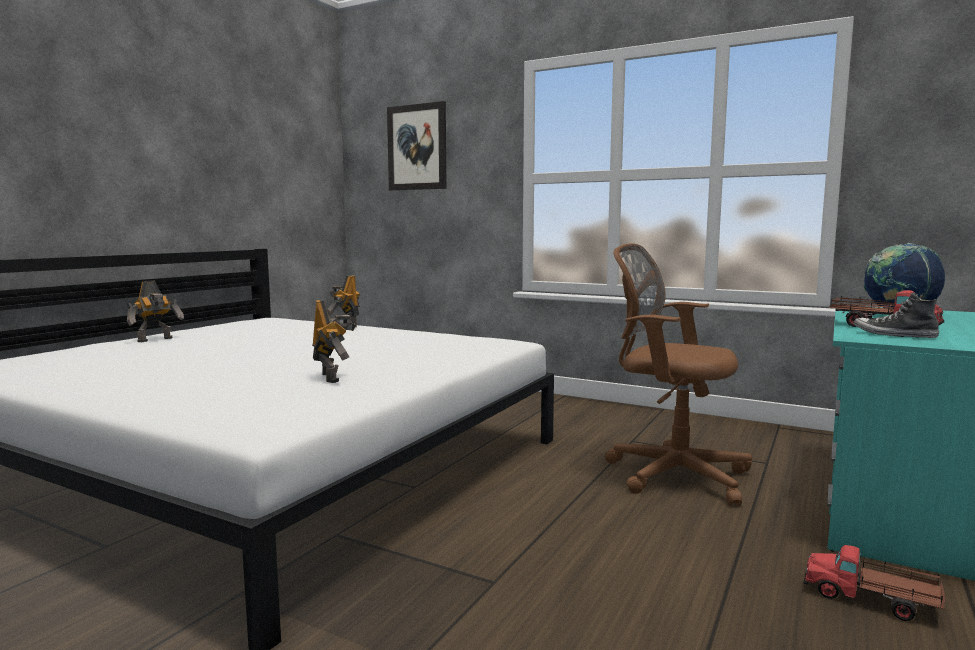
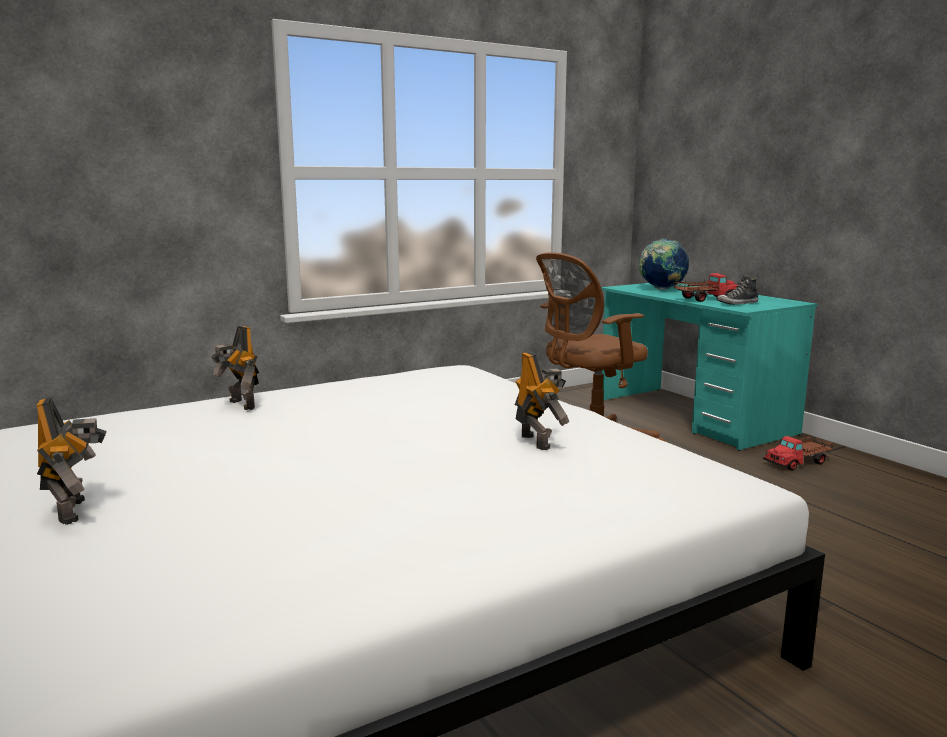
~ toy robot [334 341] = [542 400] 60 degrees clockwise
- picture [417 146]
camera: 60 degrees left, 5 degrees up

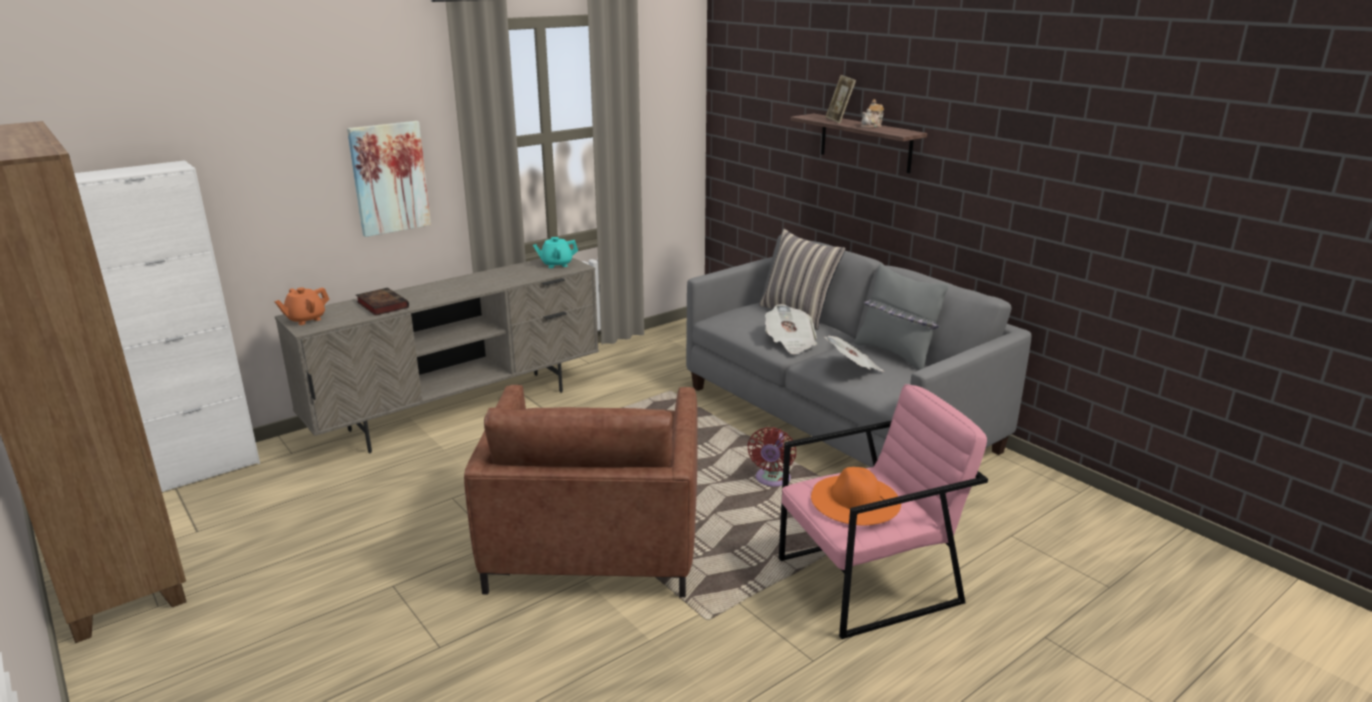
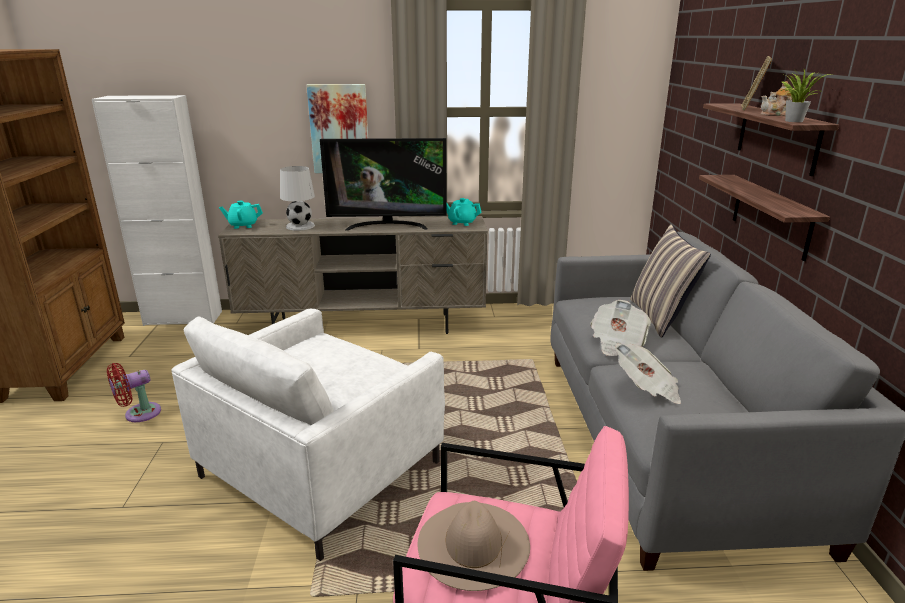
~ orange teapot [301 306] to turquoise teapot [241 215]
~ book [382 302] to white table lamp [297 198]
~ brown armchair [581 491] to white armchair [308 435]
~ red fan [772 456] to [134 392]
~ orange hat [856 496] to beige hat [474 546]
- grey pillow [901 316]
+ television [383 184]
+ shelf [764 218]
+ potted plant [805 95]
camera: 35 degrees right, 0 degrees up

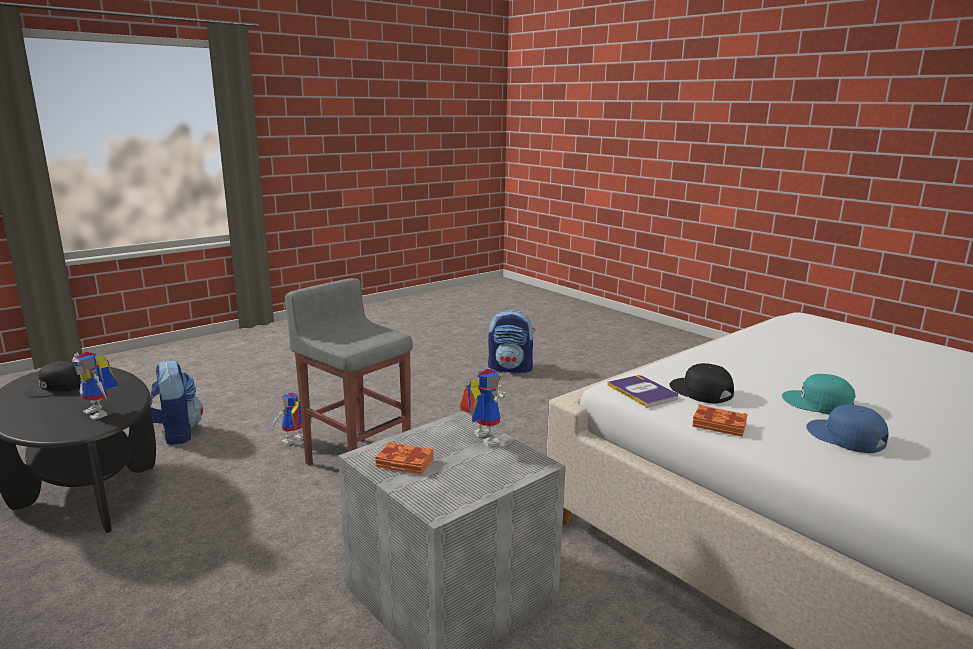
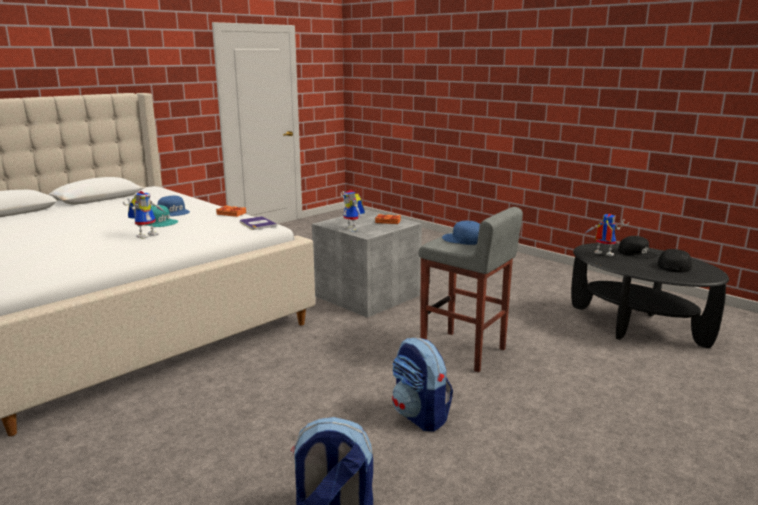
~ backpack [176 402] to [422 384]
~ toy robot [290 418] to [144 215]
~ black cap [701 383] to [638 247]
+ blue cap [461 233]
camera: 175 degrees right, 0 degrees up

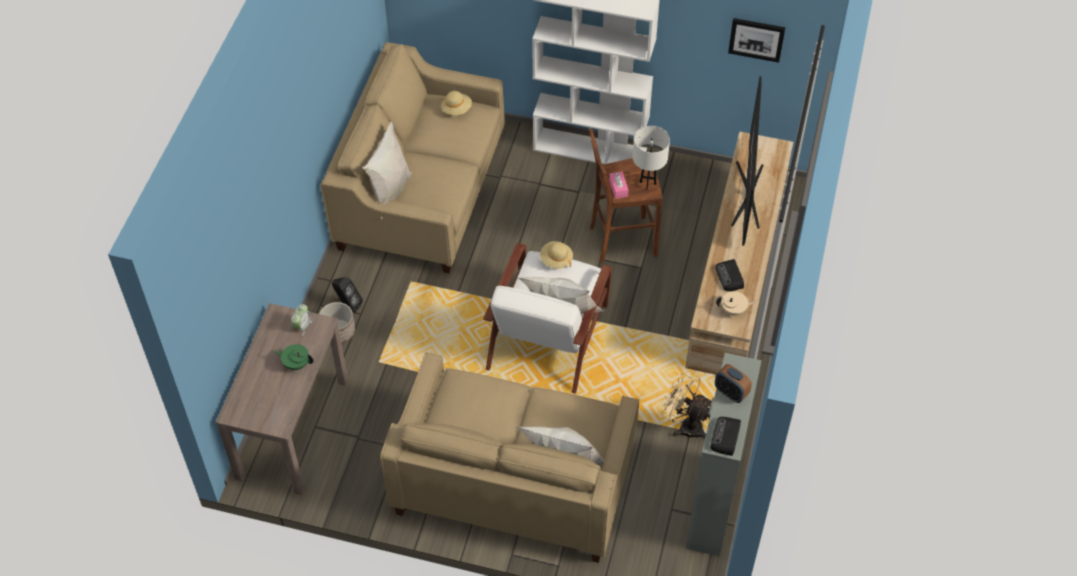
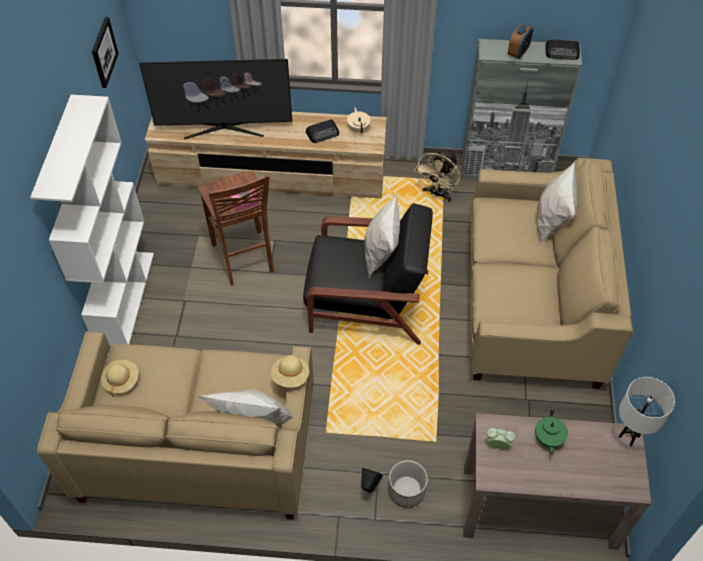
~ white armchair [547 318] to black armchair [368 274]
~ beige hat [556 255] to [290 371]
~ white table lamp [651 158] to [646 411]
camera: 100 degrees left, 0 degrees up

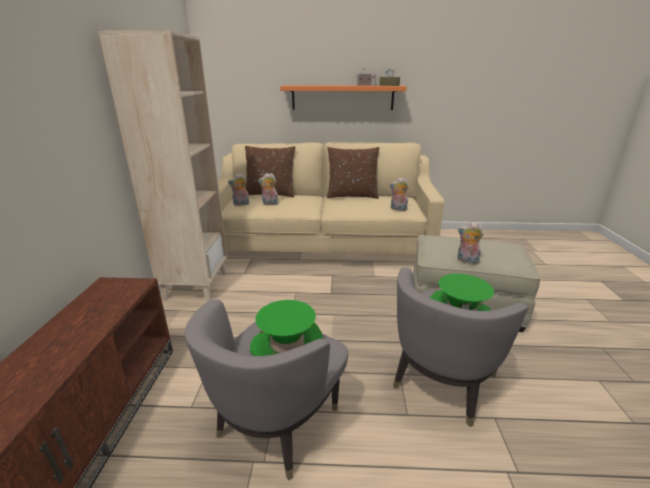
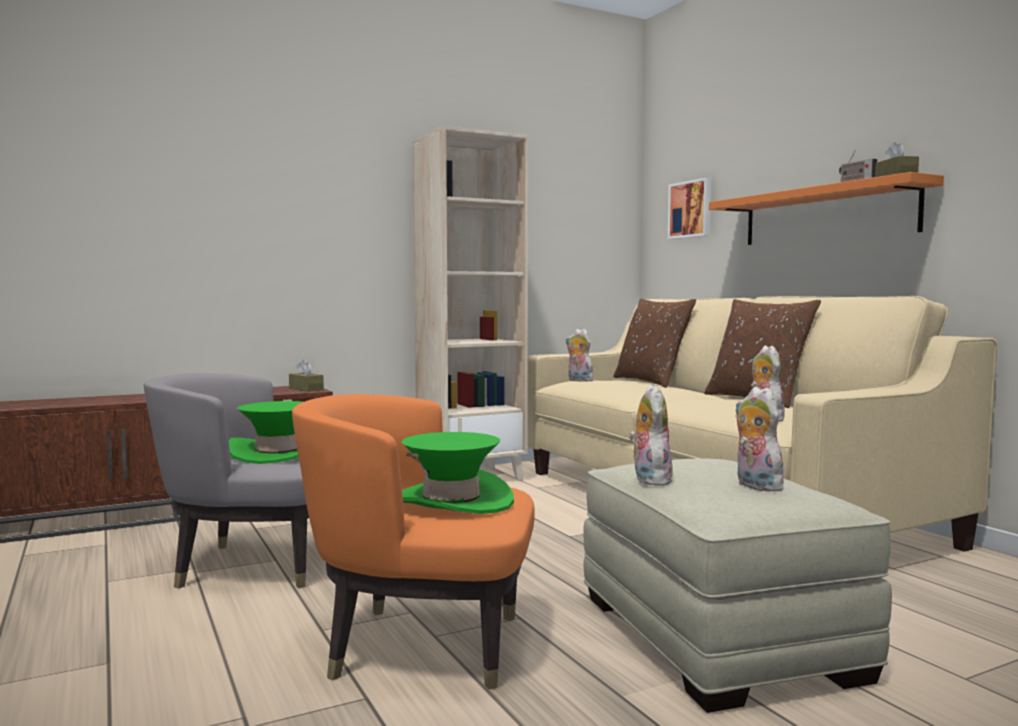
~ plush toy [268 189] to [760 439]
~ grey armchair [460 347] to orange armchair [413 542]
+ brown tissue box [306 376]
+ picture [689 208]
camera: 60 degrees right, 20 degrees down

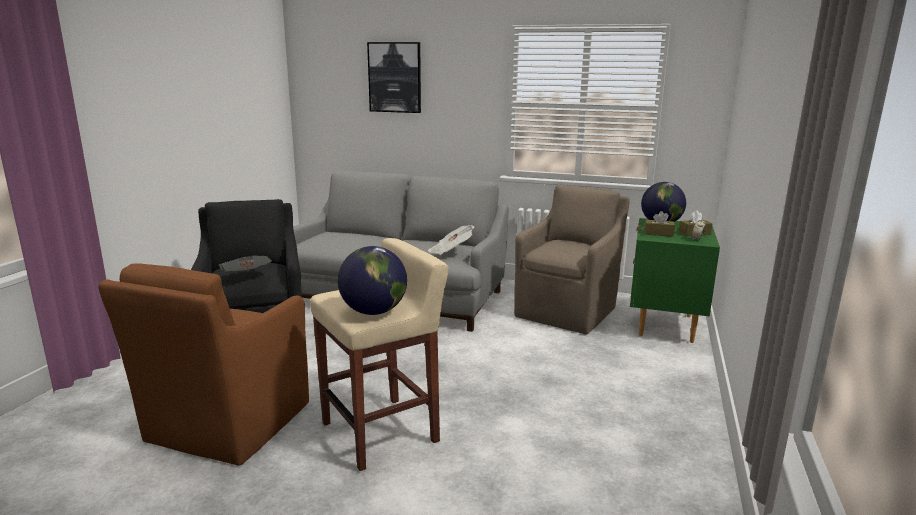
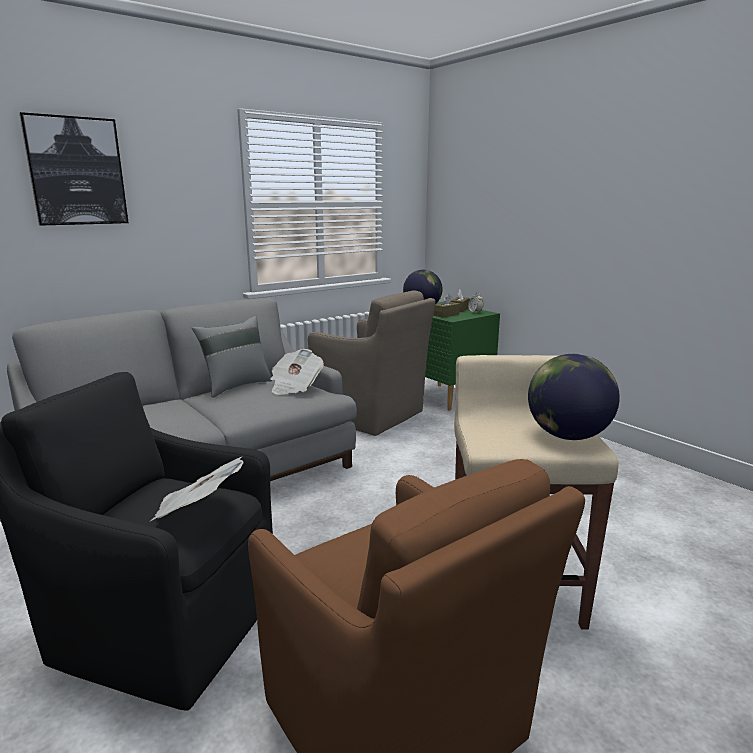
~ brown armchair [572 259] = [371 363] 150 degrees clockwise
+ grey pillow [232 357]
camera: 55 degrees left, 0 degrees up

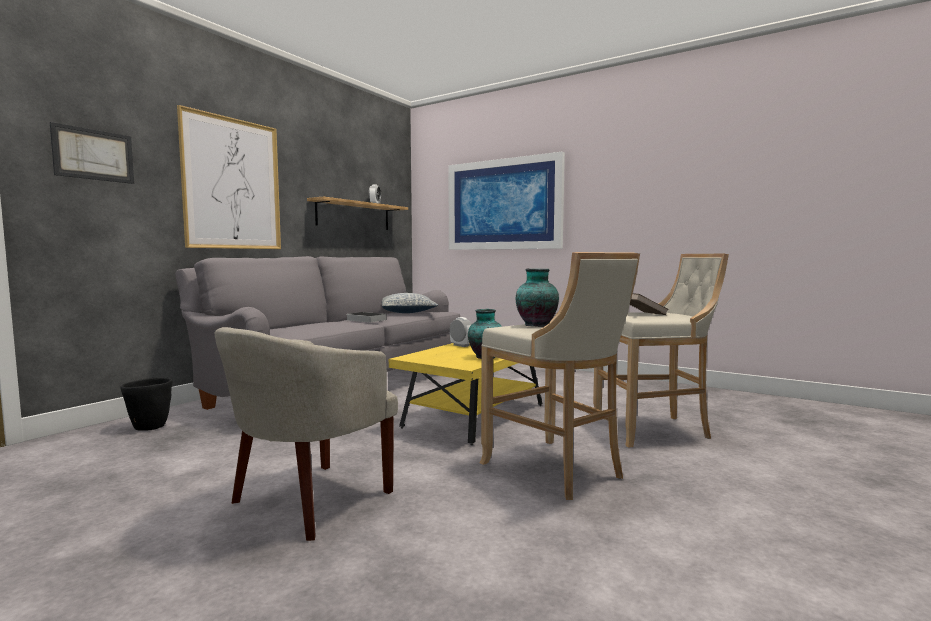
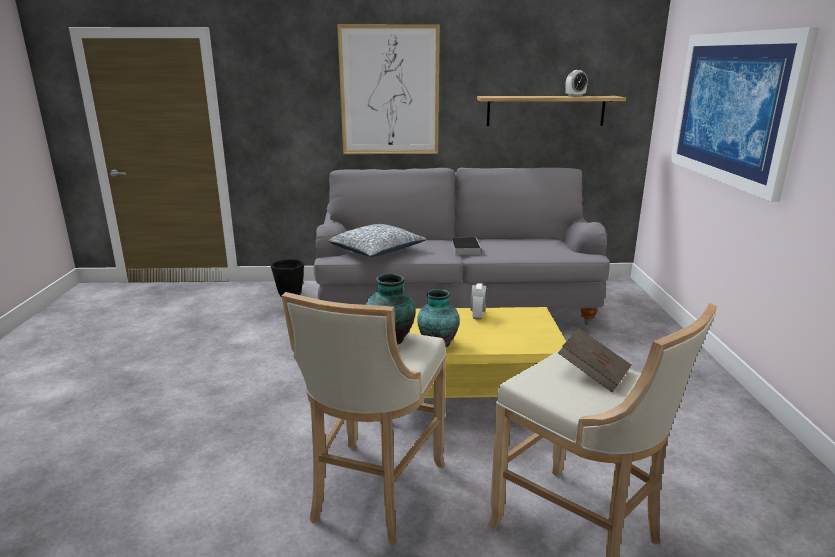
- picture [92 153]
- beige armchair [306 434]
~ pillow [410 303] to [377 240]
camera: 55 degrees right, 15 degrees up

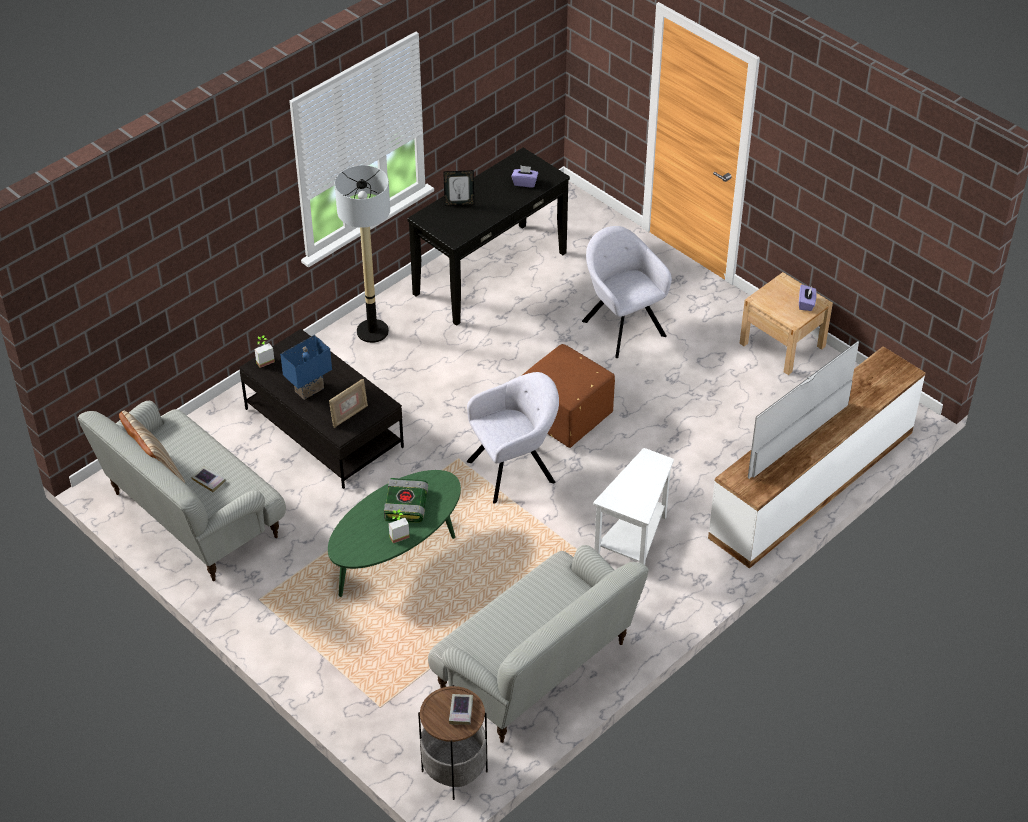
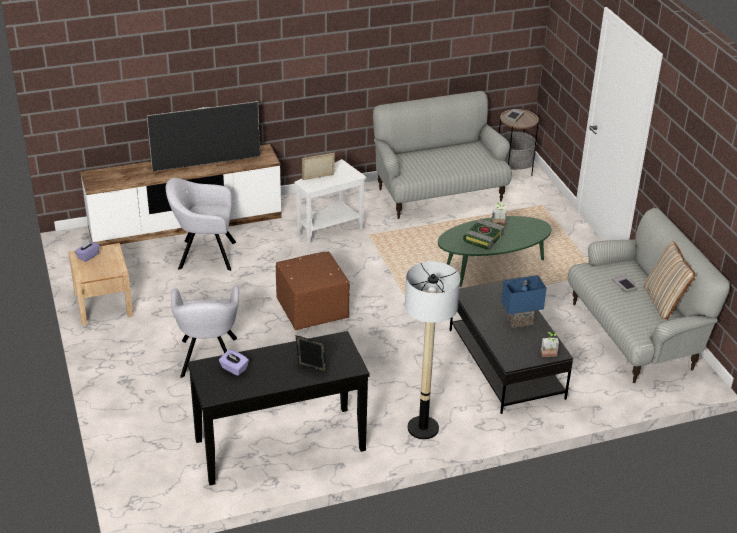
~ picture frame [348 403] to [318 166]
~ grey armchair [513 438] to [201 224]
camera: 155 degrees left, 10 degrees down

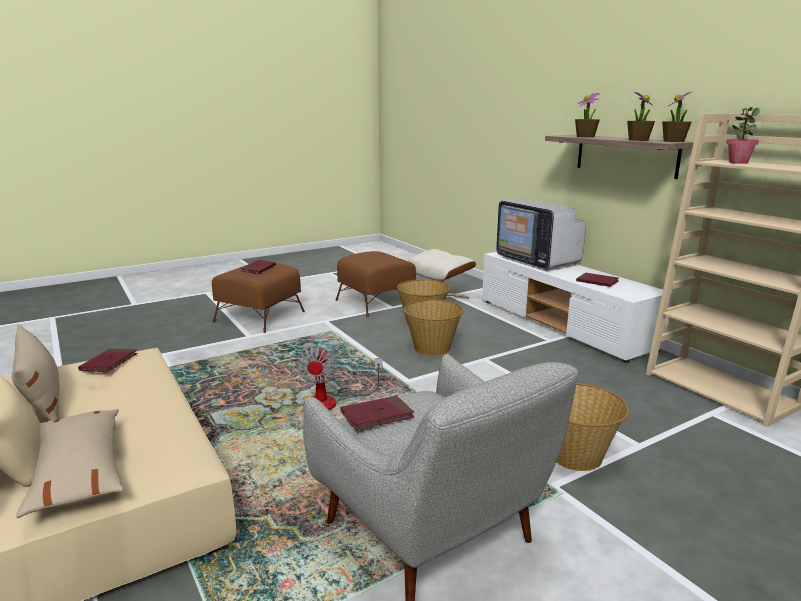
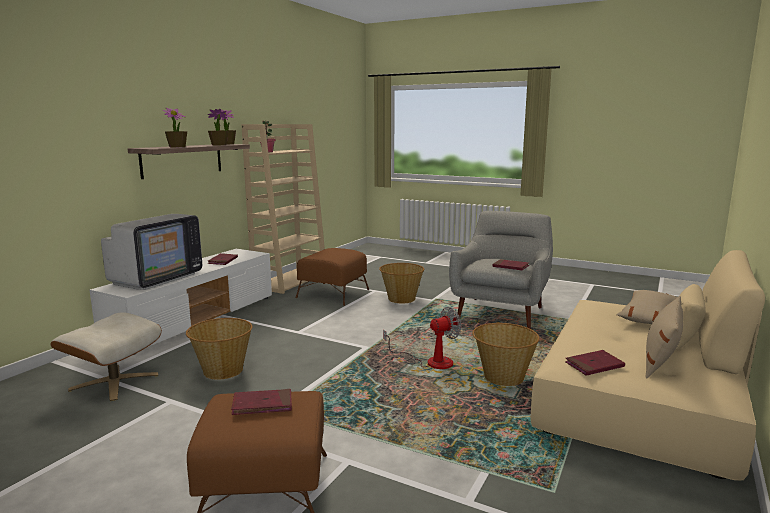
~ brown ottoman [376 284] to [332 277]
~ basket [434 327] to [506 354]
camera: 120 degrees left, 5 degrees down

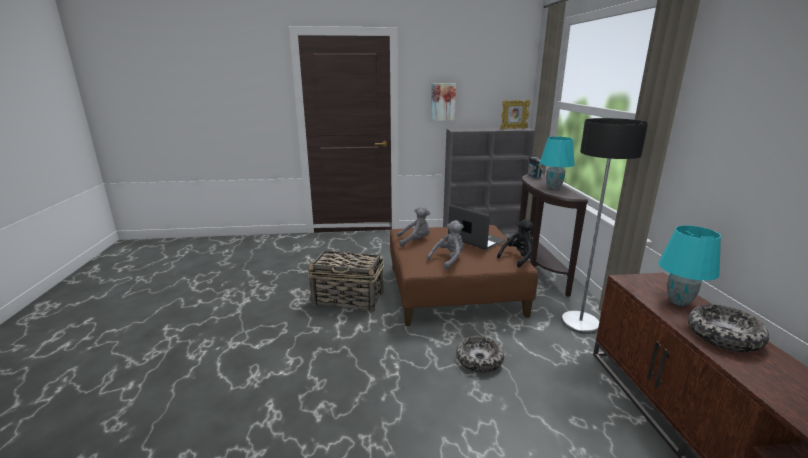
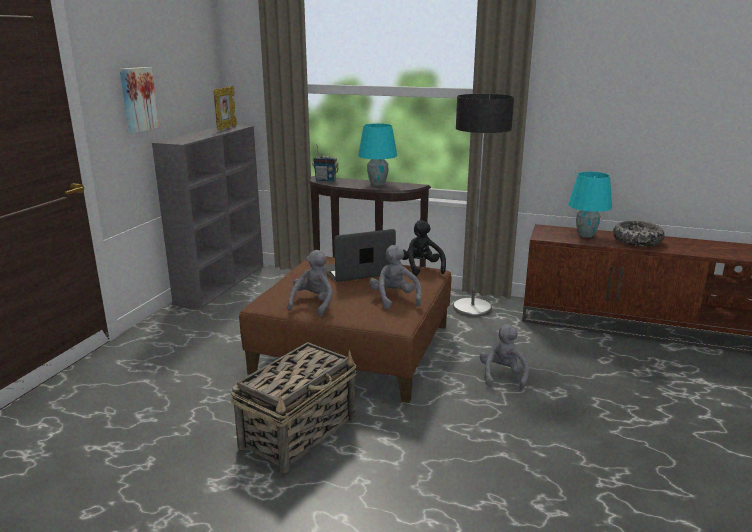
~ bowl [480 354] to grey plush toy [504 357]
camera: 65 degrees left, 0 degrees up

